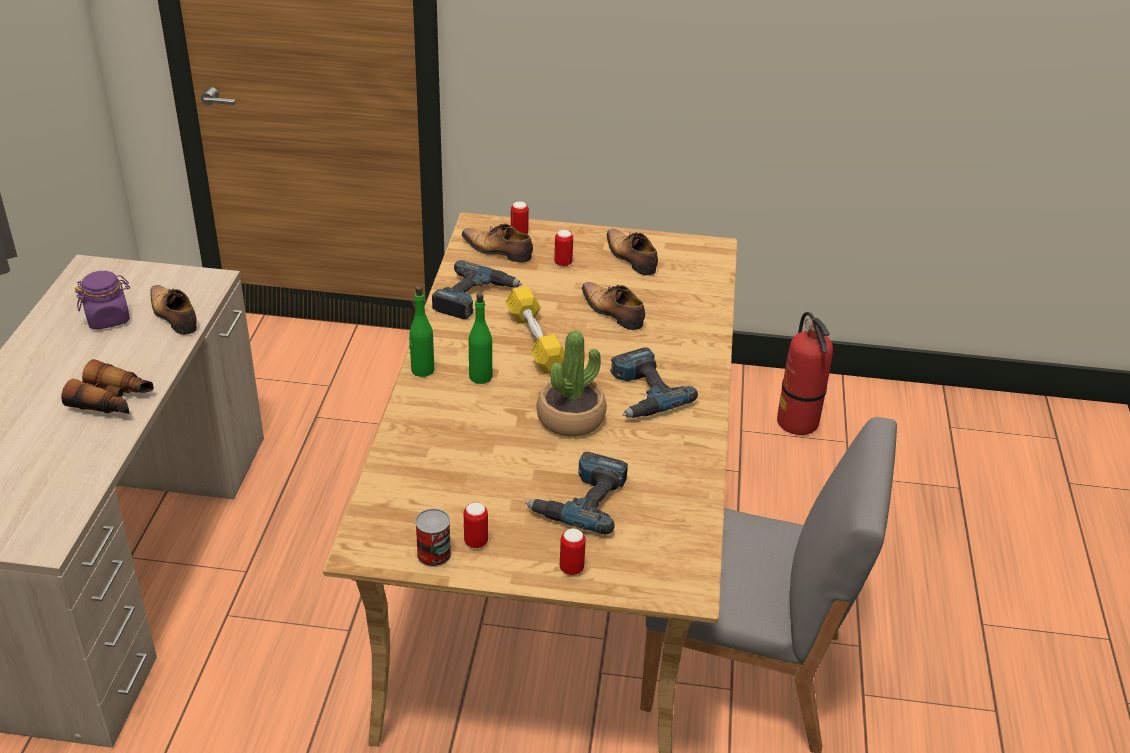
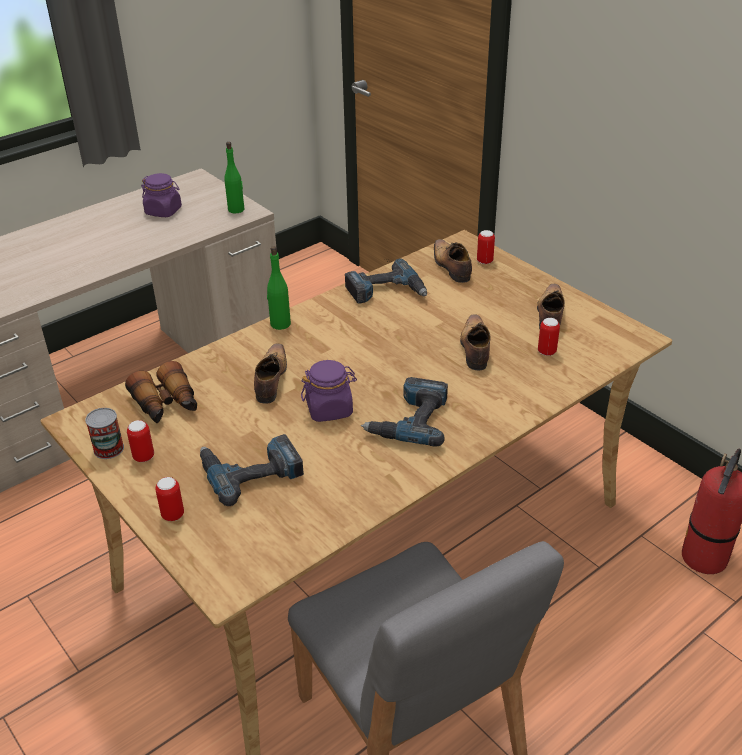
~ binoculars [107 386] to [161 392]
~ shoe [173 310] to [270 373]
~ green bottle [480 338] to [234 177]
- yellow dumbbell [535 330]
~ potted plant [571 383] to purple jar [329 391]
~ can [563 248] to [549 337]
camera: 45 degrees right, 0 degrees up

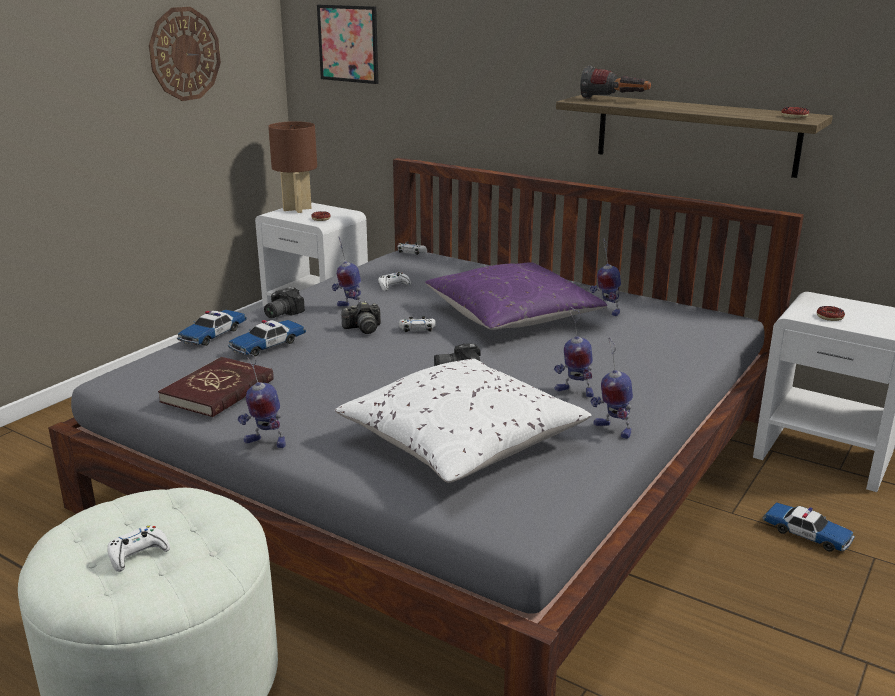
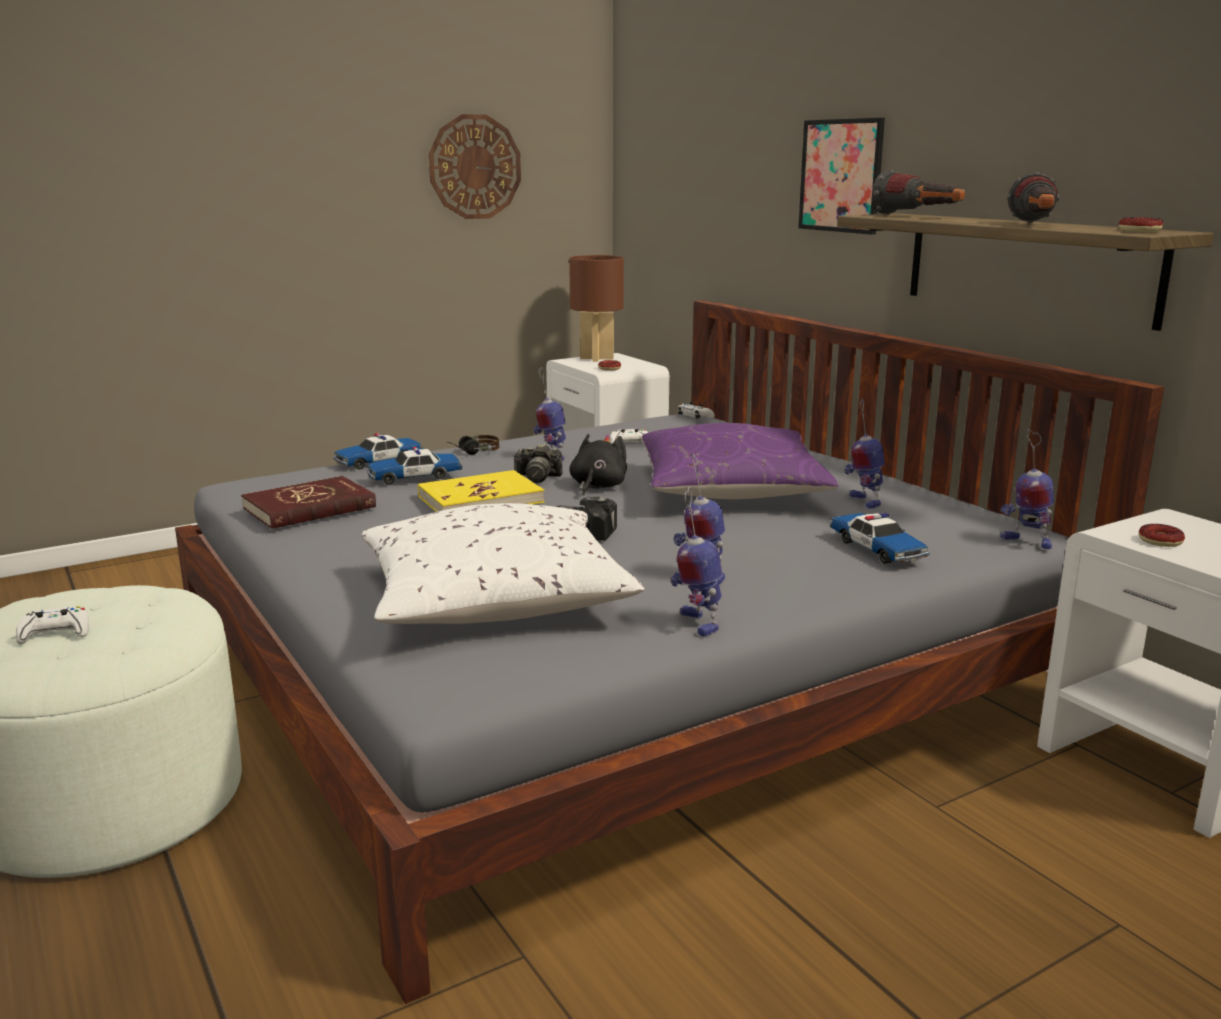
~ toy robot [261 399] to [1027 489]
~ photo camera [284 302] to headphones [473 445]
~ picture [348 44] to [841 176]
~ white game controller [417 324] to black plush toy [598 465]
~ toy car [808 527] to [879 538]
+ yellow book [481 491]
+ flashlight [1033 197]
camera: 25 degrees right, 5 degrees down

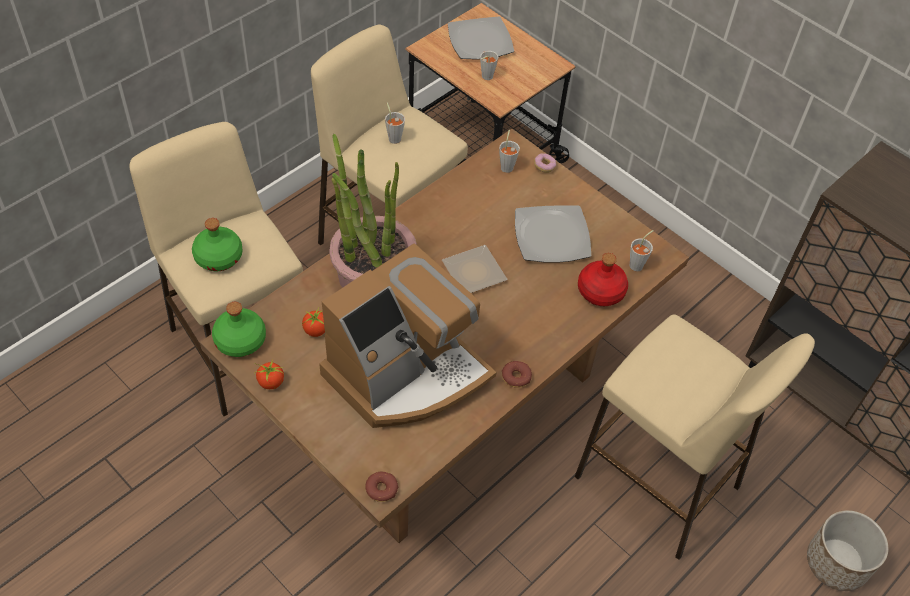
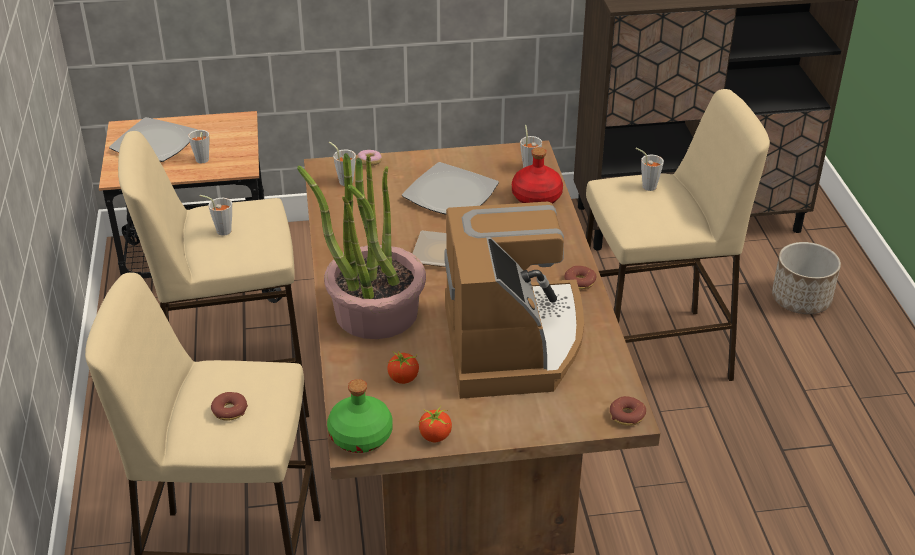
~ green bottle [217 244] to donut [229 406]
+ grey cup [649 169]
camera: 50 degrees left, 15 degrees down

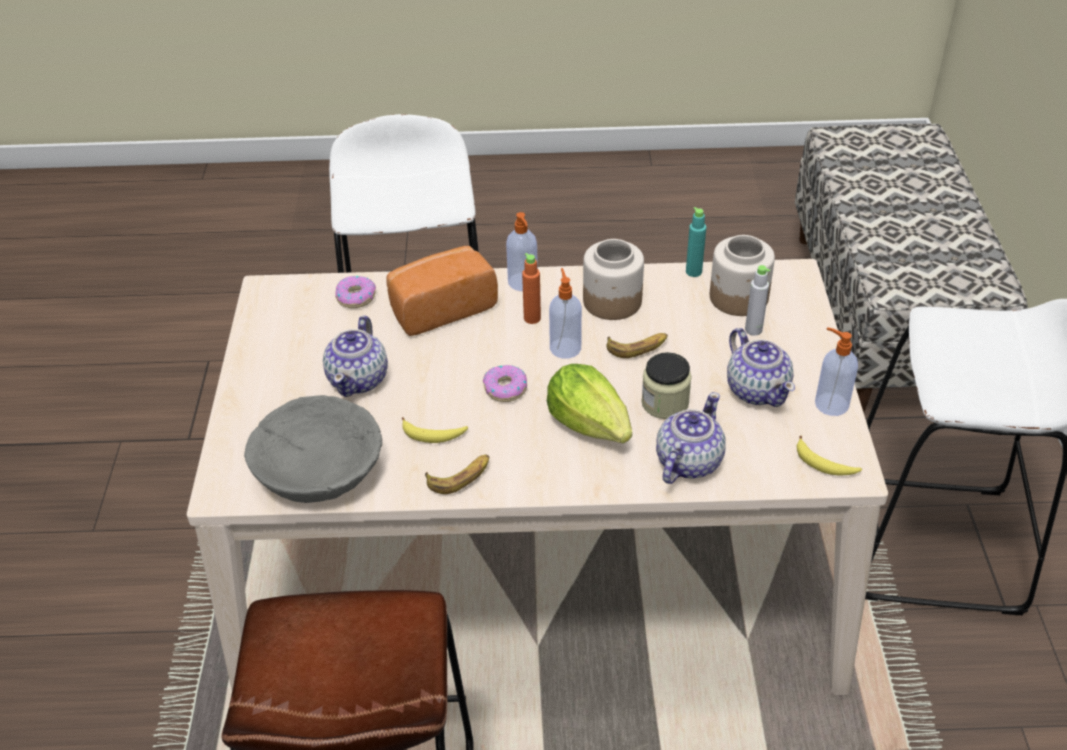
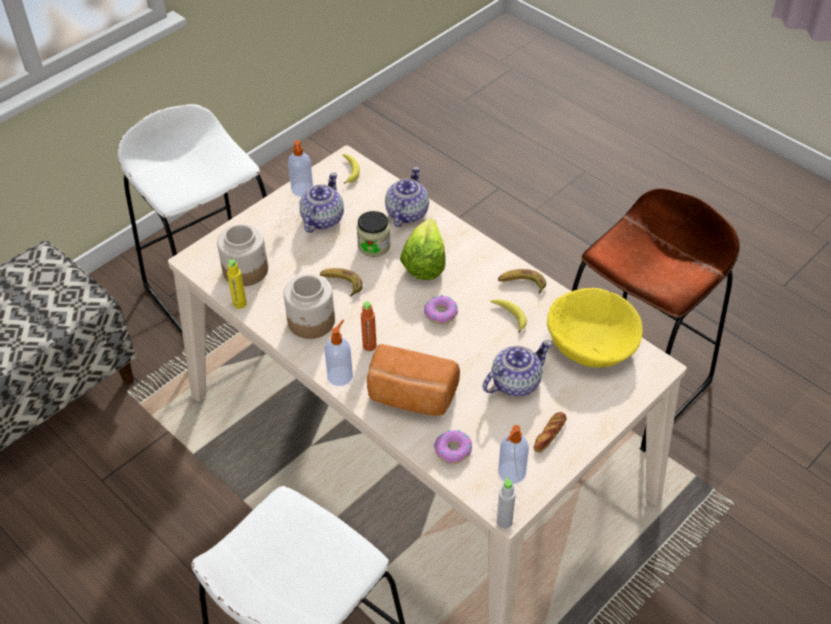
~ grey bowl [313 449] to yellow bowl [595 328]
~ soap dispenser [565 313] to [513 454]
~ teapot [690 438] = [407 196] 120 degrees clockwise
~ turquoise bottle [696 242] to yellow bottle [237 284]
~ grey bottle [757 300] to [506 503]
+ bread [550 432]
camera: 135 degrees left, 5 degrees up

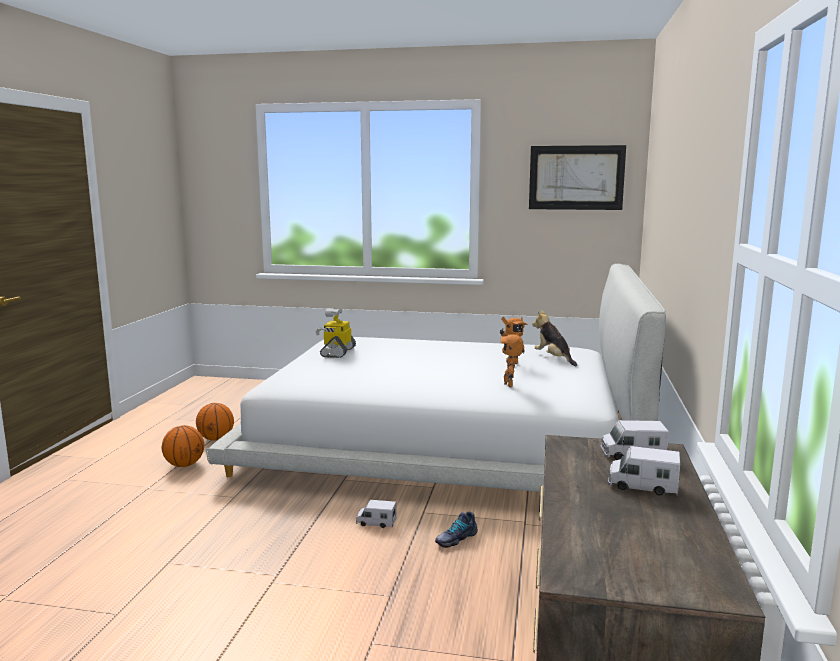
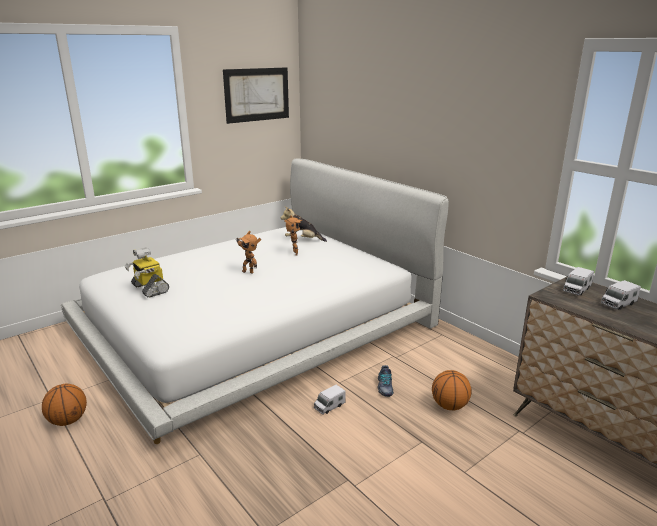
~ basketball [183 446] to [452 390]
~ toy robot [511 359] to [248 252]
camera: 50 degrees left, 10 degrees up

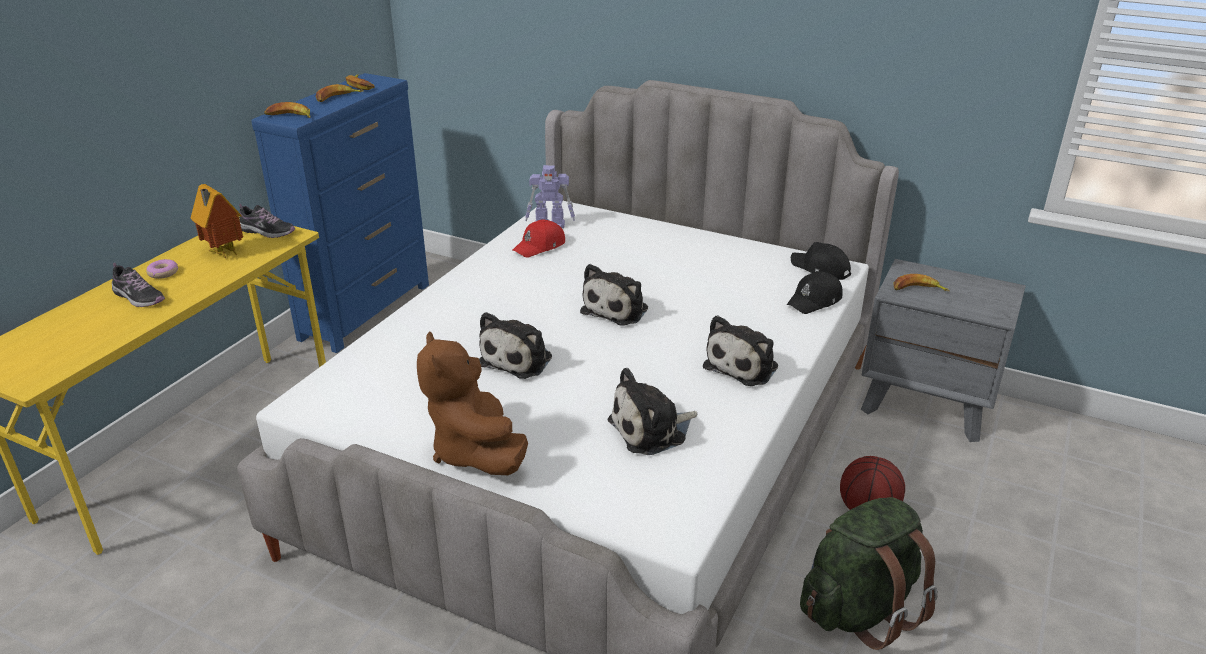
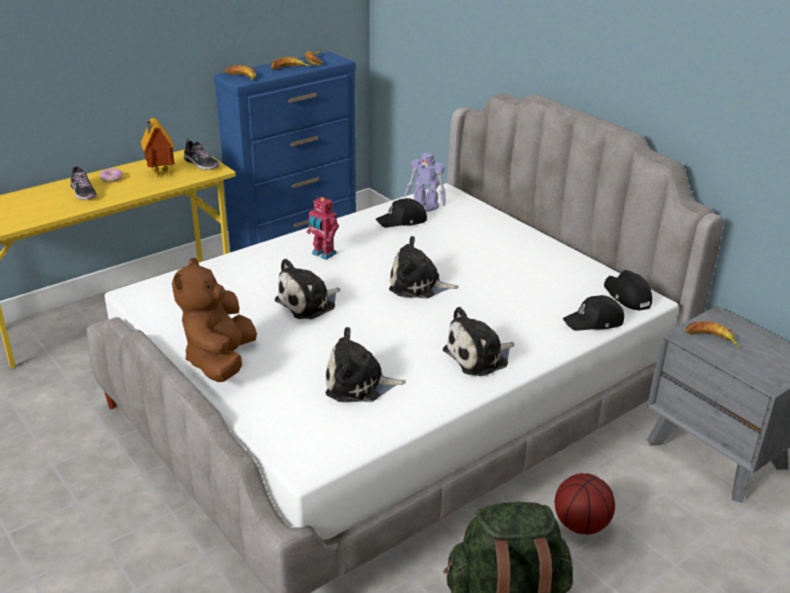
~ red cap [538 238] to black cap [401 213]
~ plush toy [614 295] = [424 267] 45 degrees clockwise
+ toy robot [323 228]
camera: 25 degrees right, 0 degrees up

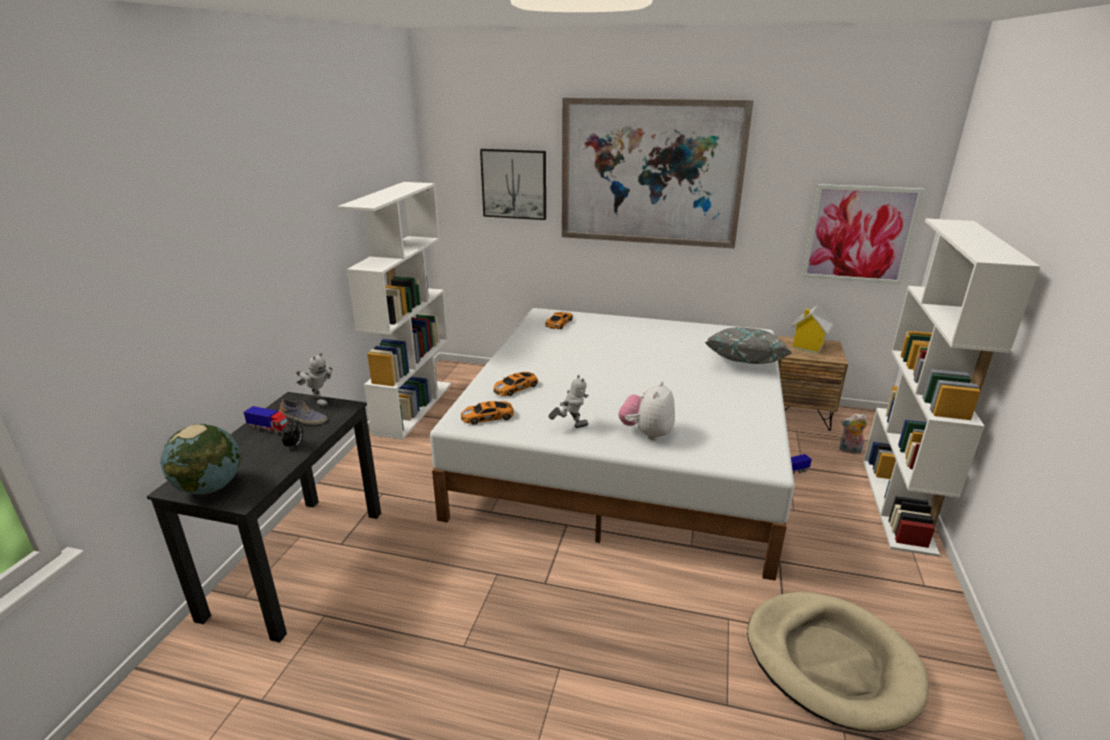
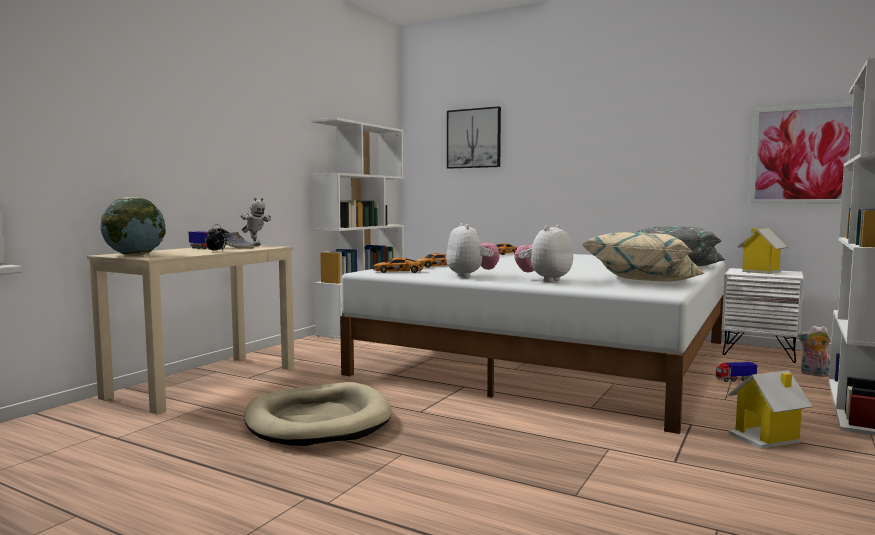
~ black desk [264 517] to beige desk [190 329]
~ toy robot [568 401] to plush toy [473 250]
- picture [657 172]
~ beige dog bed [838 662] to [318 414]
~ brown nightstand [812 383] to white nightstand [763 315]
+ beige pillow [643 257]
+ toy house [770 409]
camera: 15 degrees right, 20 degrees down

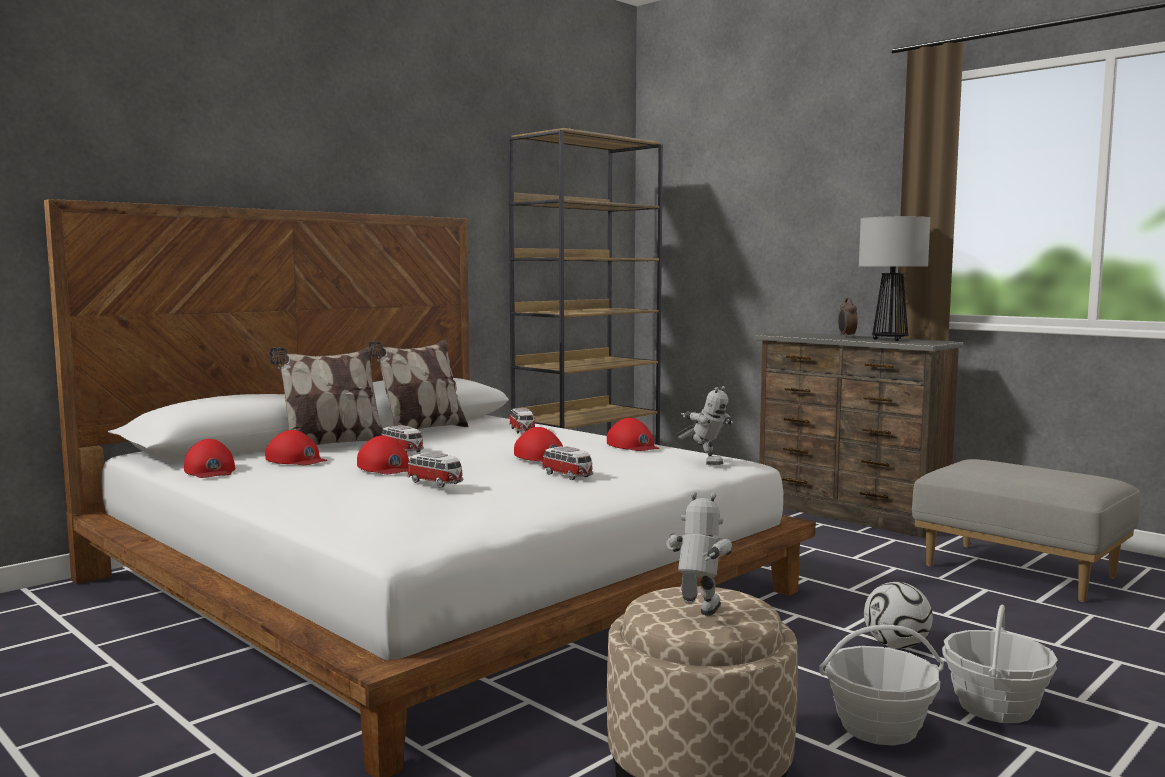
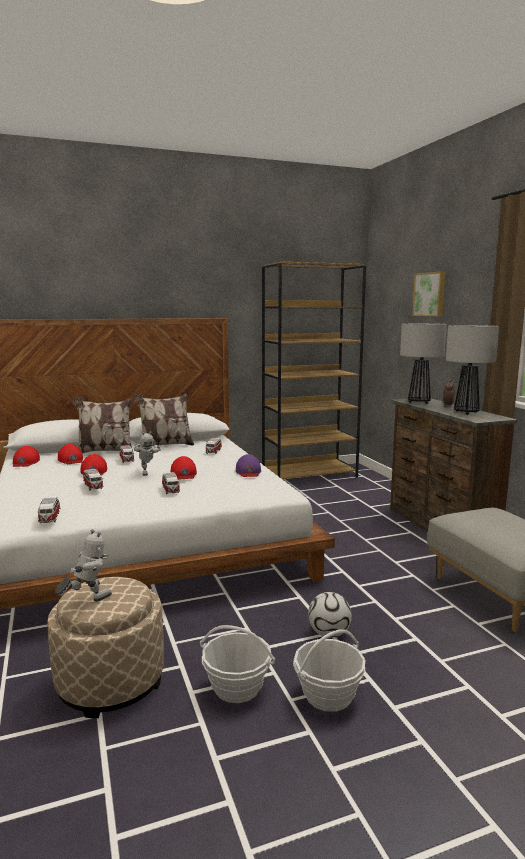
~ red cap [633 434] to purple cap [248 465]
~ toy robot [704 425] to [147 453]
+ toy car [49 510]
+ table lamp [423 363]
+ picture [428 293]
camera: 25 degrees right, 5 degrees up

